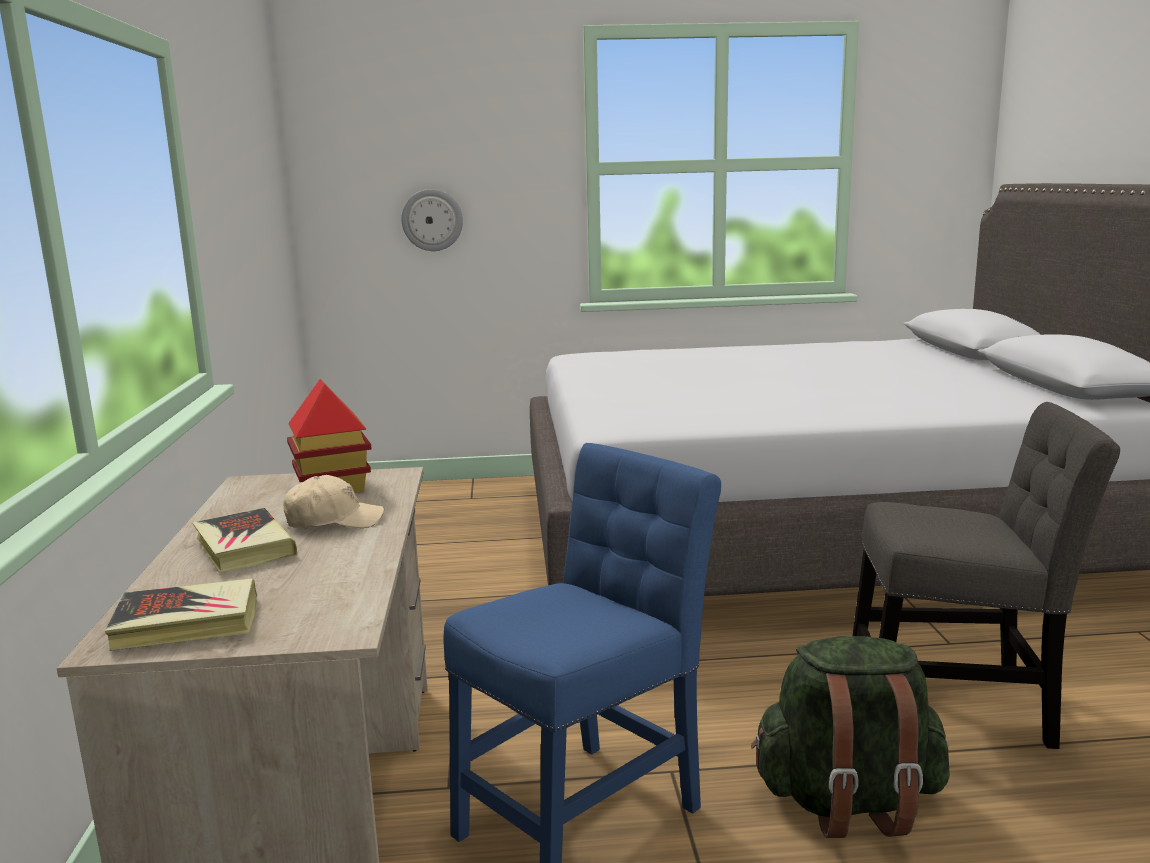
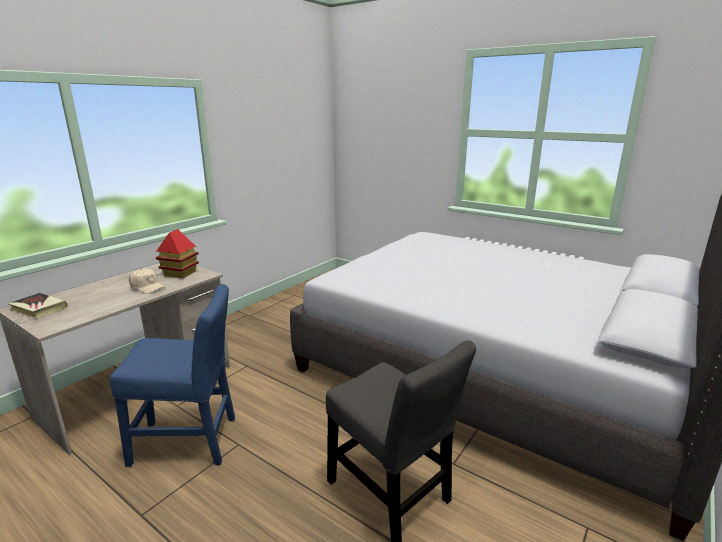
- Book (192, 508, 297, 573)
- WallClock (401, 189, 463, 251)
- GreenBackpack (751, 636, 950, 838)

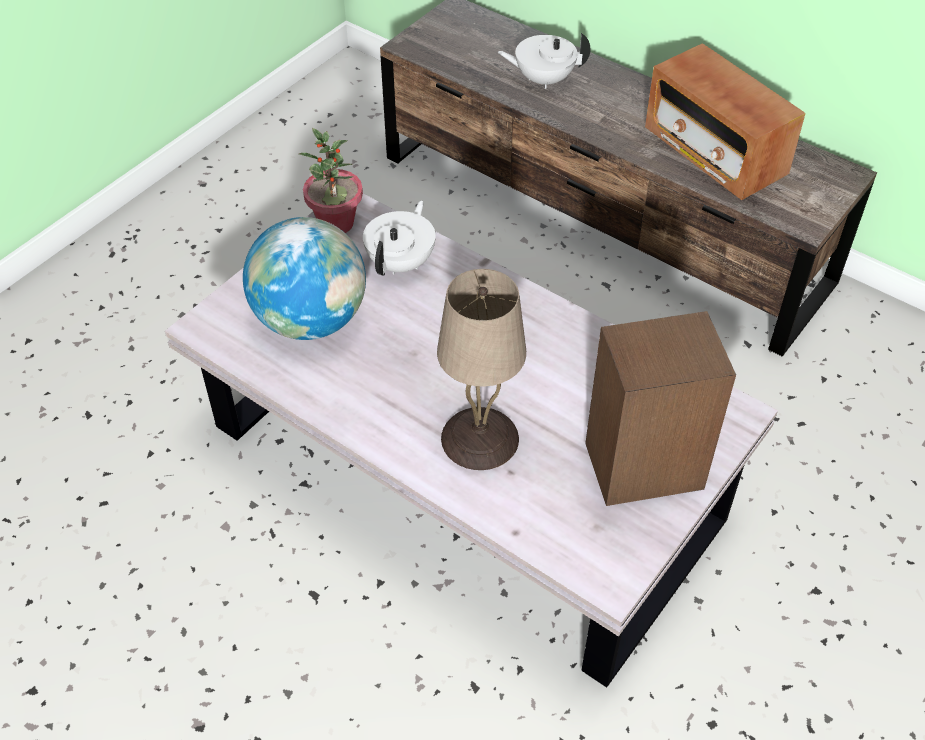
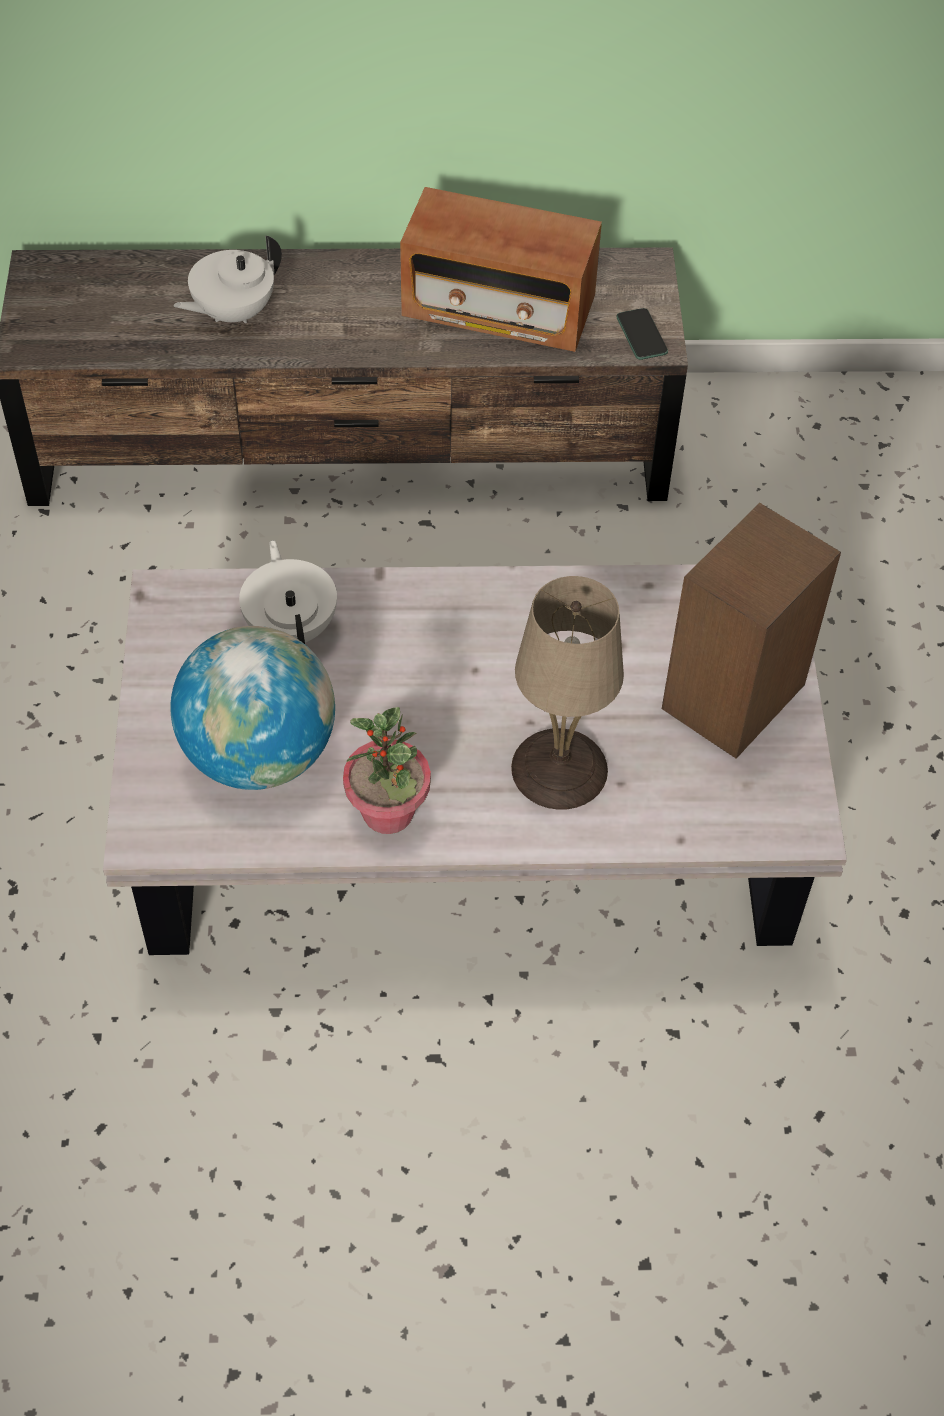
~ PottedPlant (299, 128, 363, 233) to (343, 707, 431, 834)
+ Phone (616, 308, 668, 360)

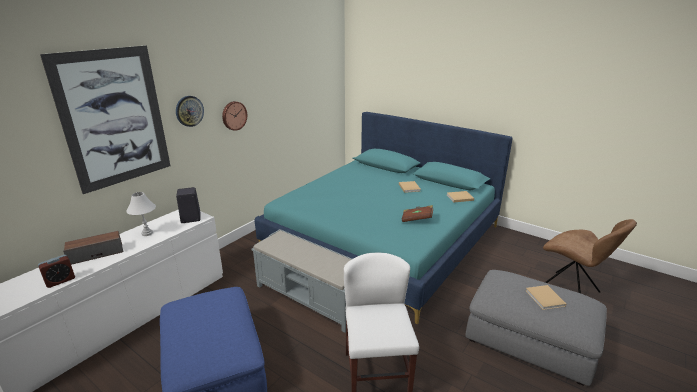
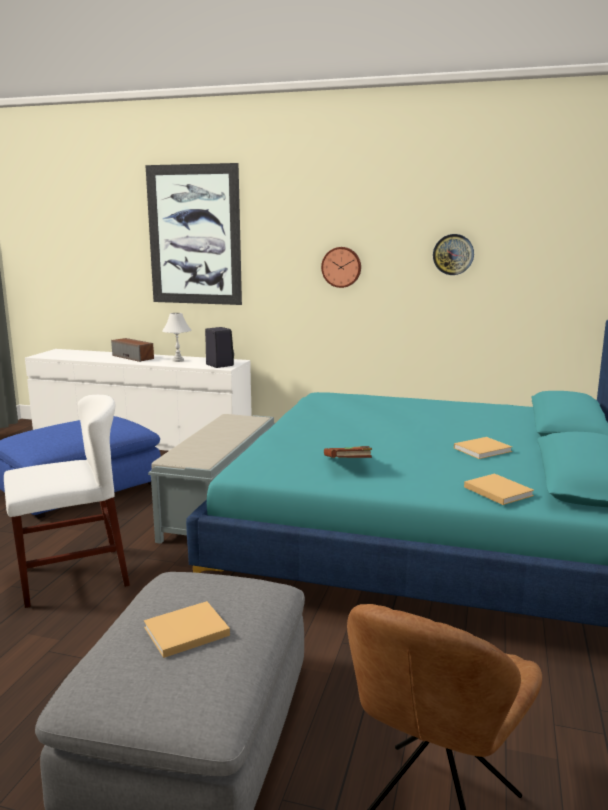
~ WallClock (176, 96, 204, 127) to (433, 234, 474, 275)
- AlarmClock (38, 255, 75, 288)

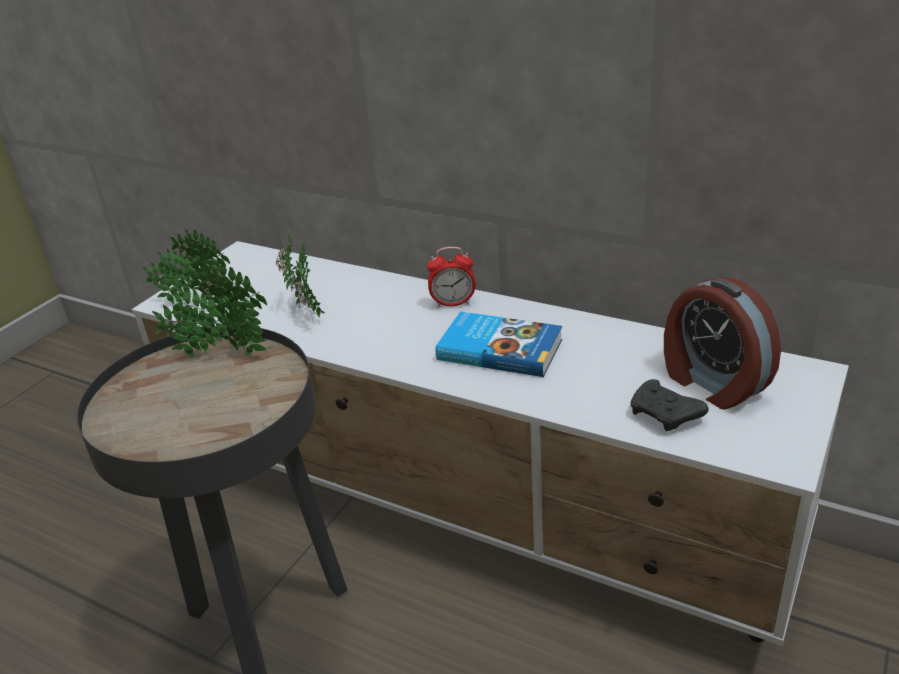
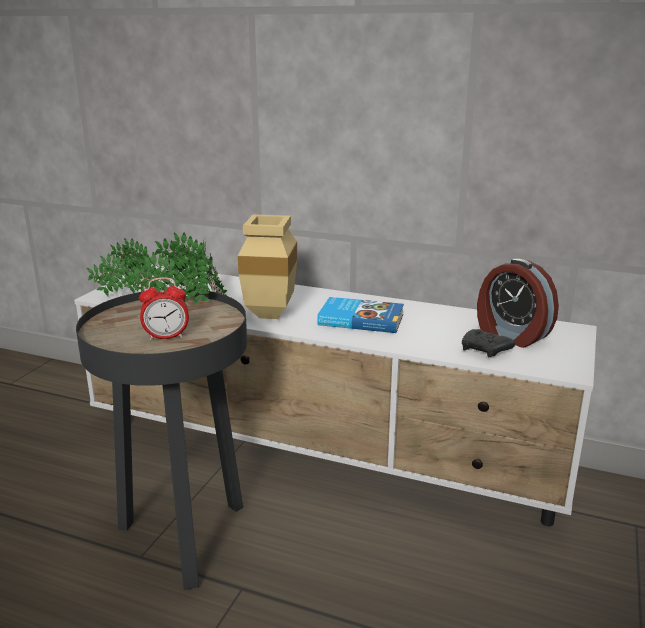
~ AlarmClock (427, 247, 476, 308) to (139, 277, 189, 340)
+ BeigeVase (238, 214, 297, 319)

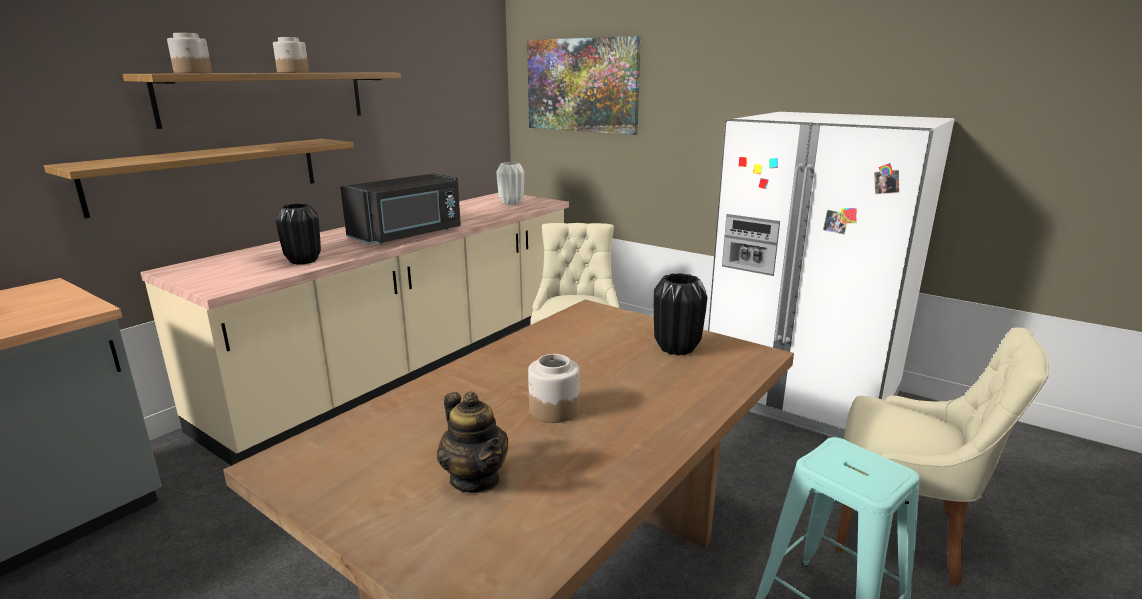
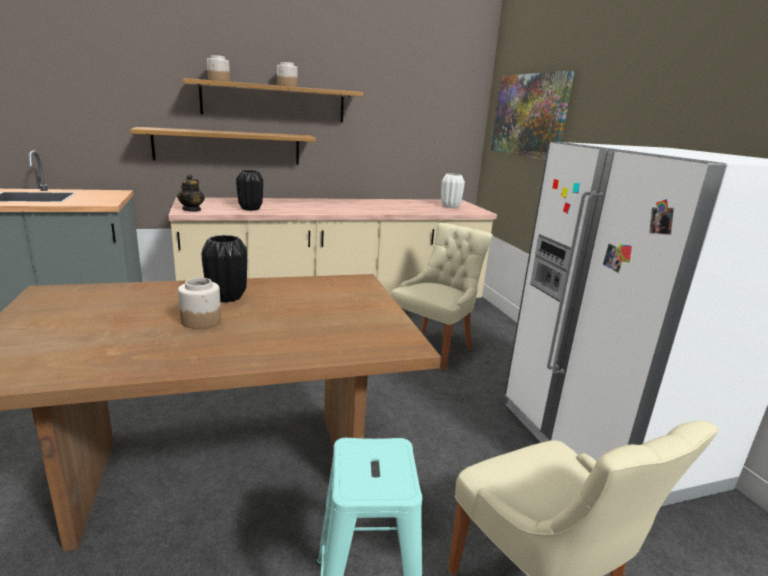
~ Teapot (437, 392, 509, 493) to (177, 174, 205, 212)
~ BlackVase (654, 273, 707, 355) to (201, 235, 247, 303)
- BlackMicrowave (340, 174, 461, 245)

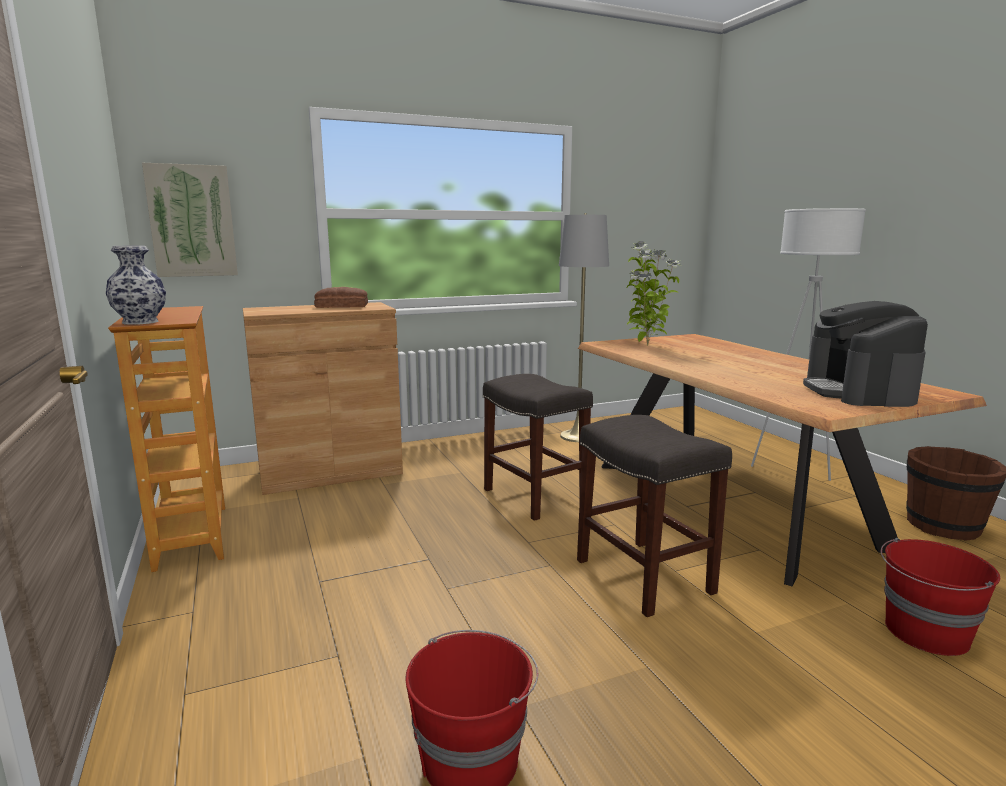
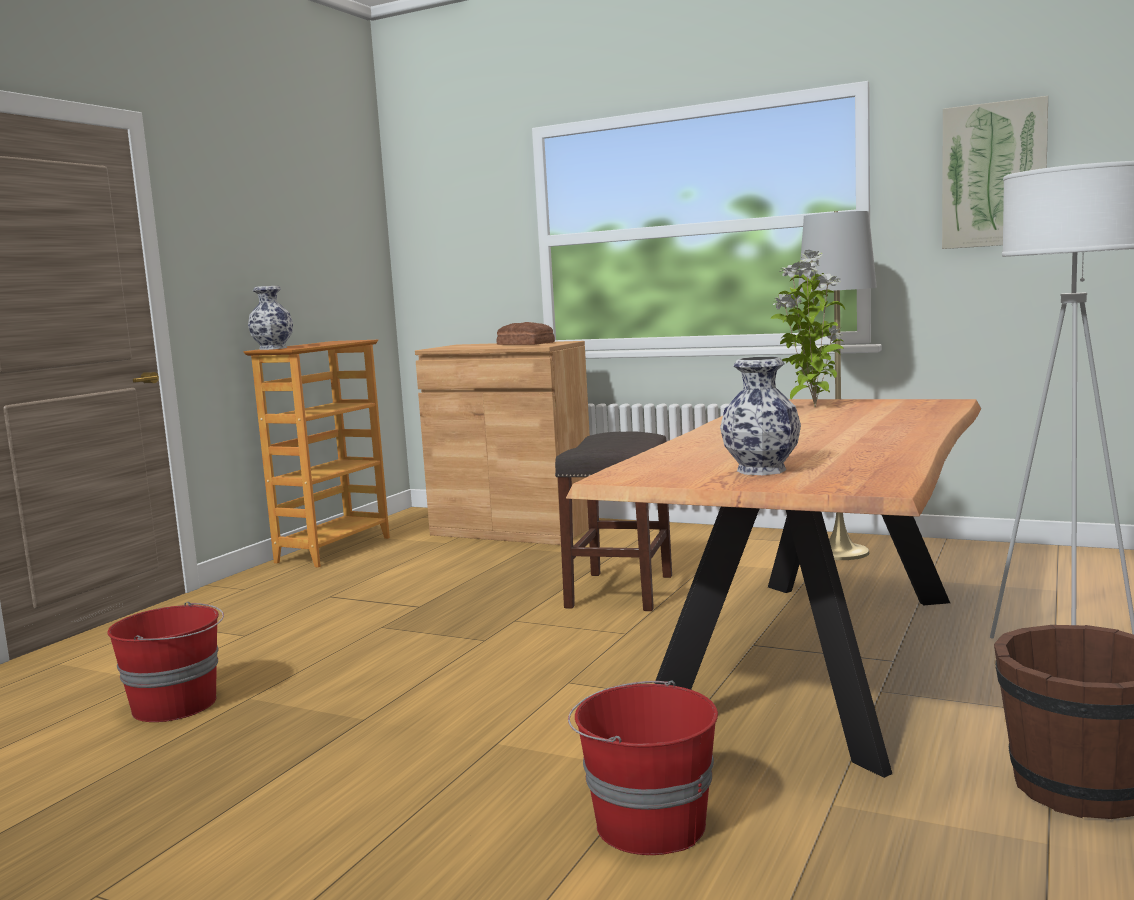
~ CoffeeMachine (803, 301, 928, 407) to Vase (720, 357, 801, 475)
~ Picture (142, 163, 238, 277) to (942, 96, 1048, 249)
- GreyStool (577, 415, 732, 617)

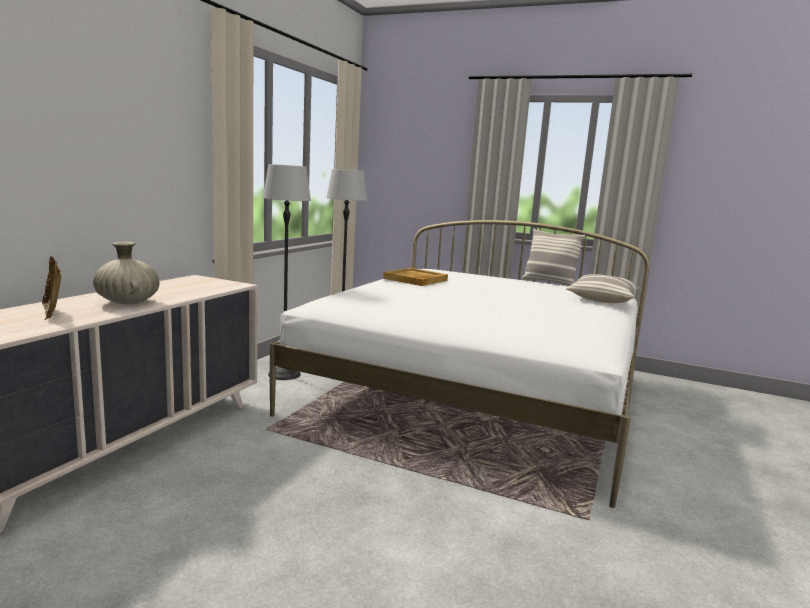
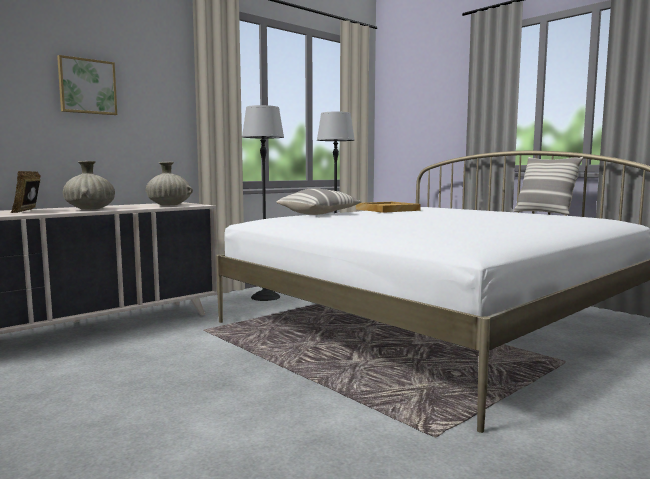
+ Picture (57, 55, 117, 115)
+ BeigeVase (145, 162, 193, 205)
~ Pillow (566, 274, 639, 303) to (277, 188, 362, 215)

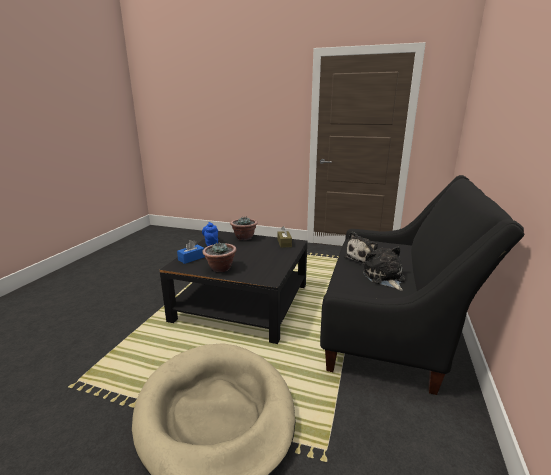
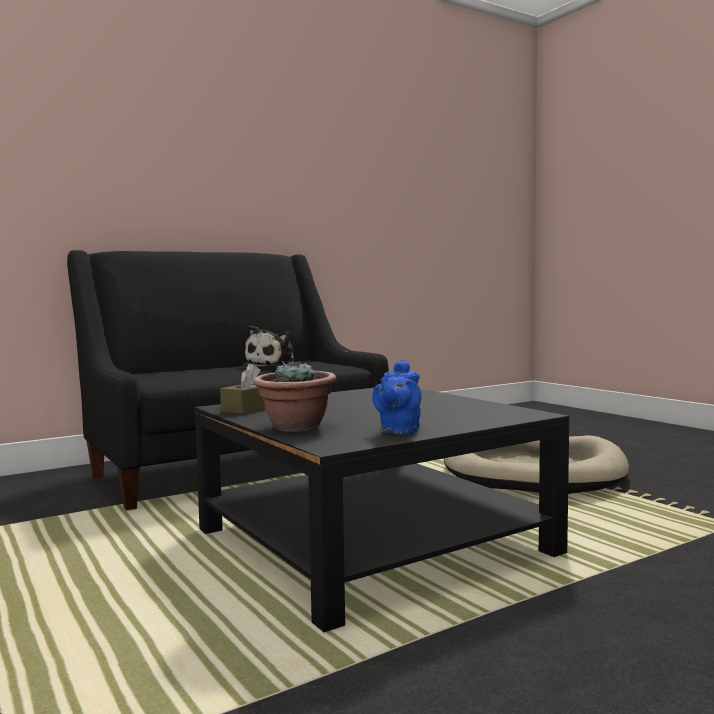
- BlueTissueBox (177, 240, 205, 264)
- PottedPlant (202, 242, 237, 272)
- PlushToy (344, 231, 378, 265)

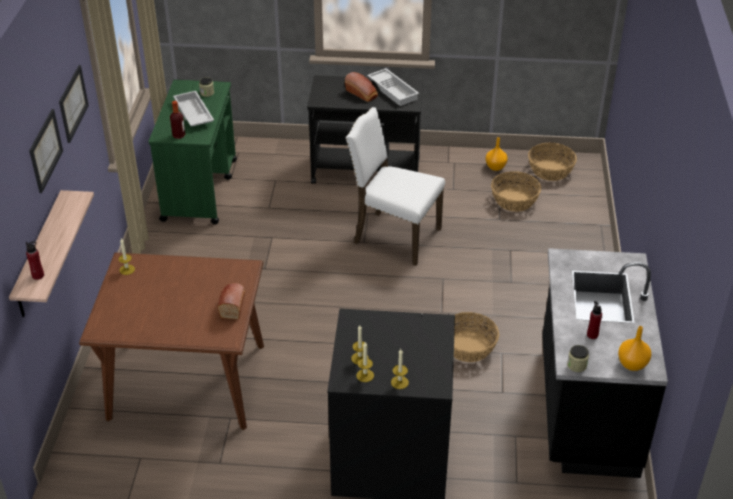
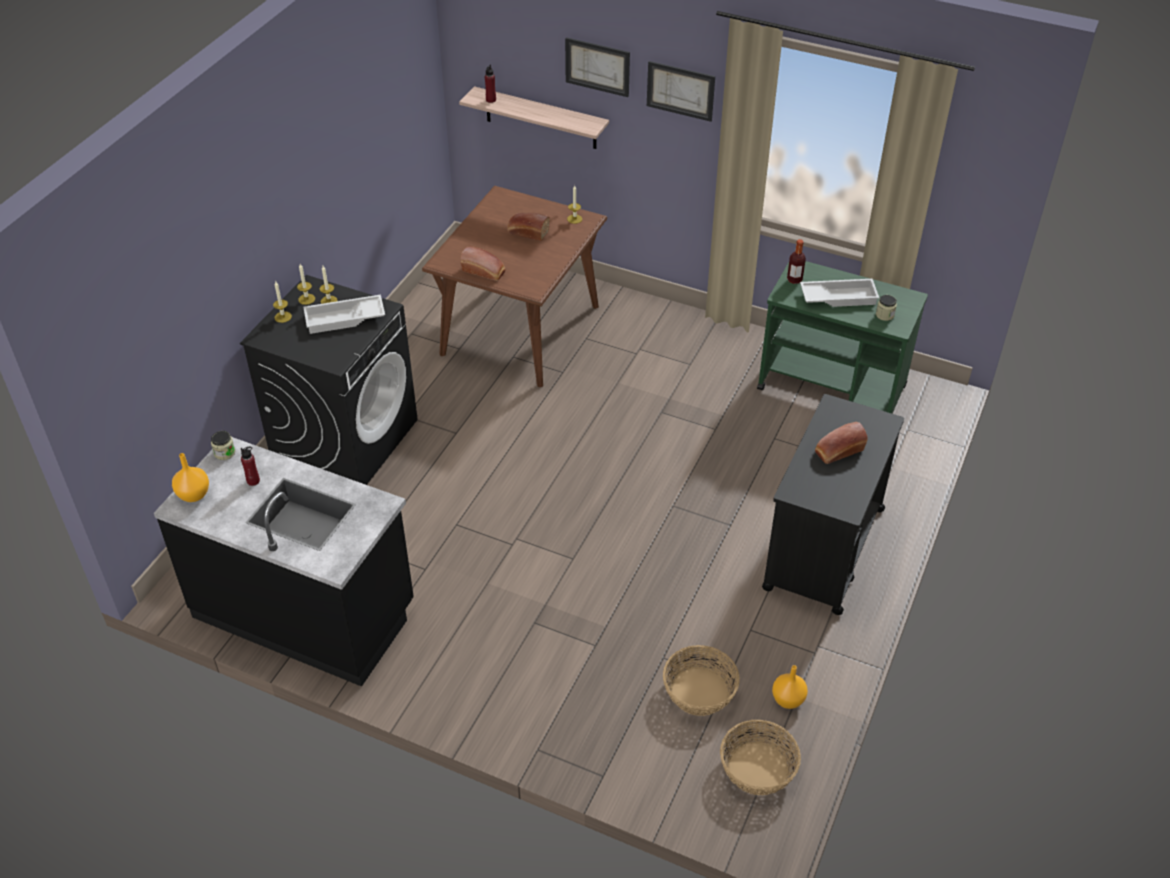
~ WhiteTray (367, 68, 419, 106) to (303, 295, 385, 334)
+ Bread (507, 212, 550, 241)
- WhiteChair (345, 107, 445, 266)
- Basket (454, 312, 499, 362)

